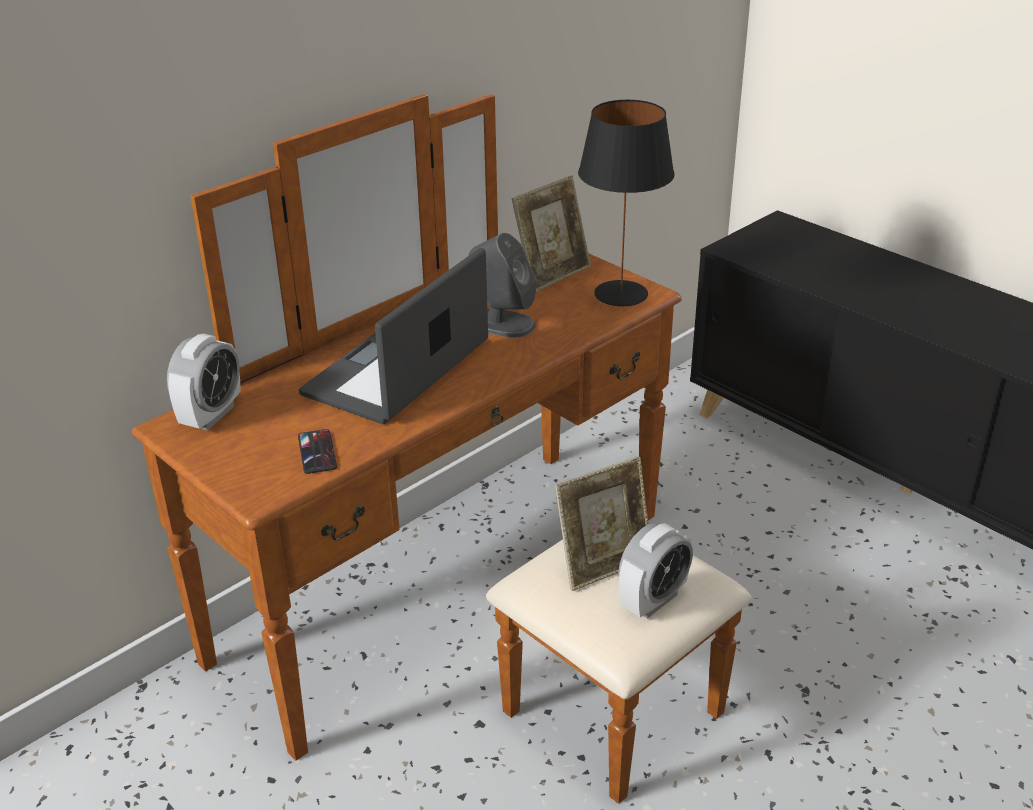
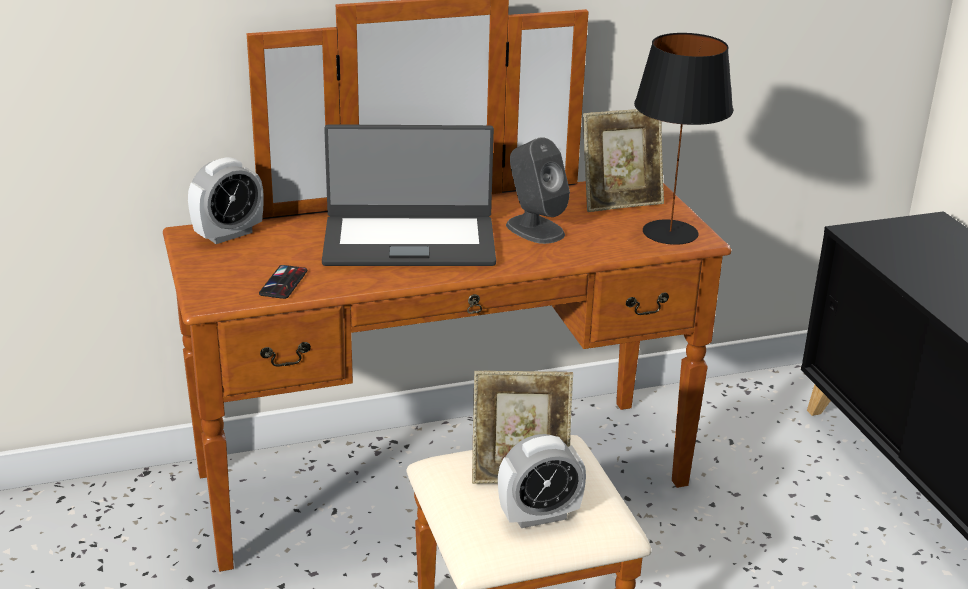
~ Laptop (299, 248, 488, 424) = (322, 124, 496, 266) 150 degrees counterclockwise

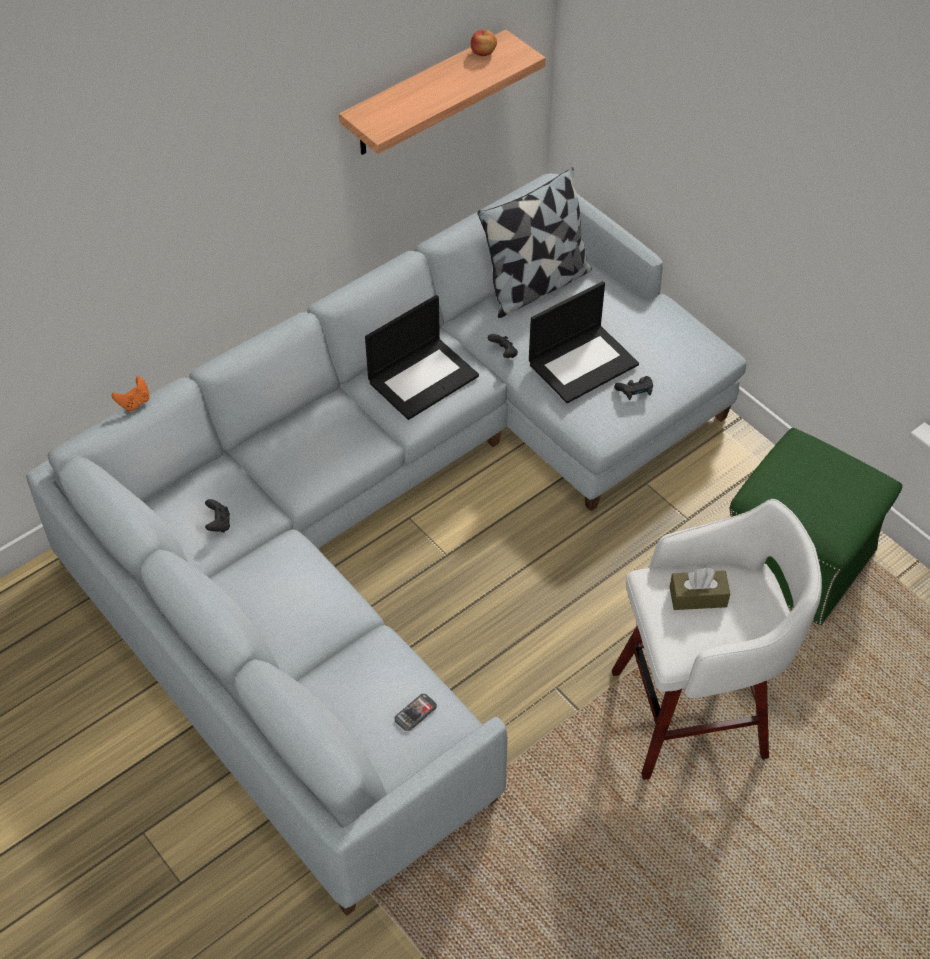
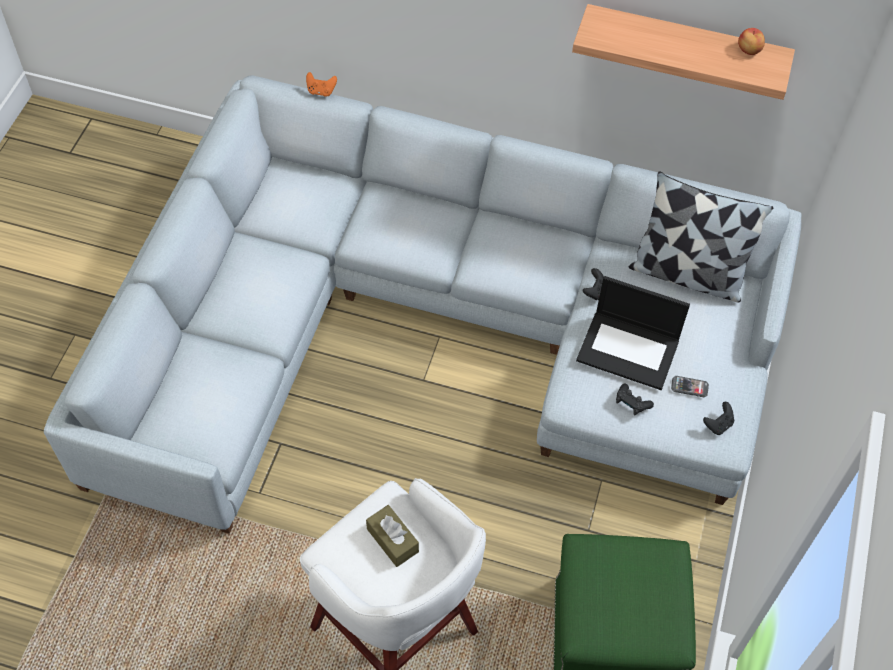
~ Phone (394, 694, 437, 731) to (671, 376, 709, 397)
~ BlackGameController (205, 499, 230, 532) to (703, 402, 734, 435)
- Laptop (365, 295, 479, 420)

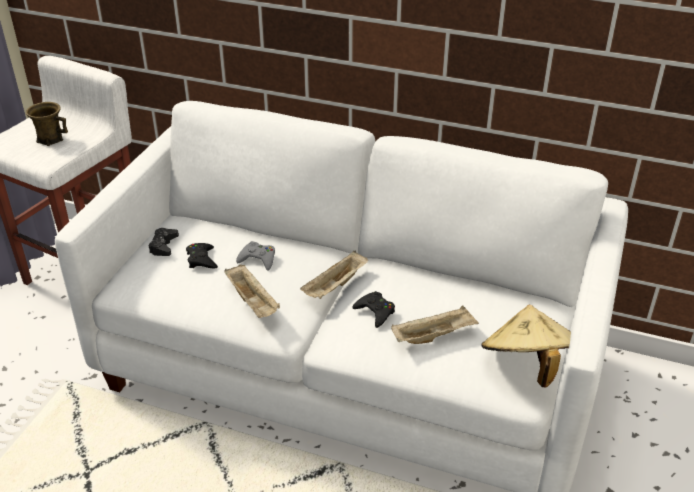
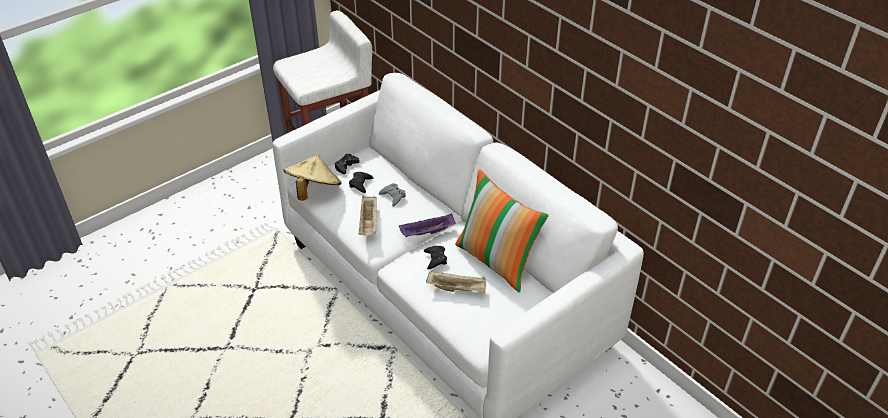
~ BeigeHat (481, 305, 571, 388) to (283, 155, 341, 201)
~ BeigeTray (300, 251, 368, 299) to PurpleTray (399, 214, 456, 237)
+ Pillow (455, 169, 549, 293)
- BrownMug (26, 102, 68, 146)

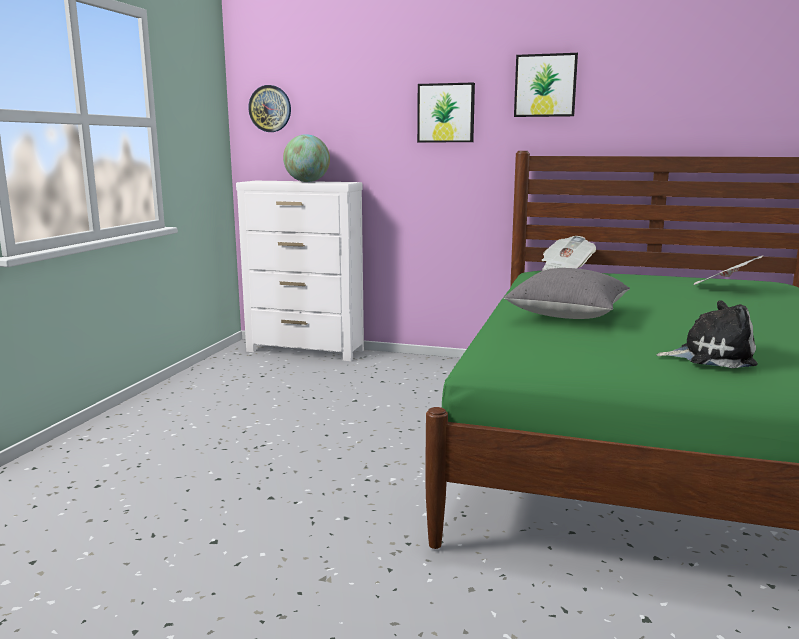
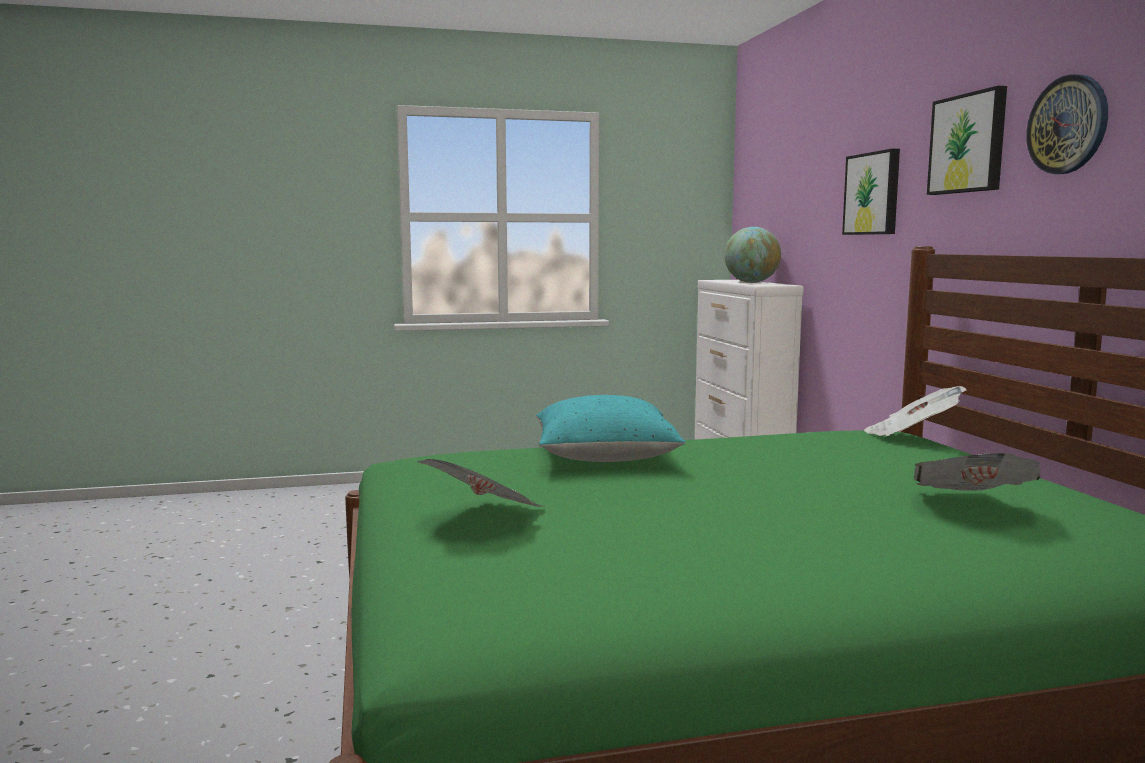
~ PlushToy (656, 300, 757, 368) to Newspaper (417, 459, 542, 507)
~ GreyPillow (503, 268, 630, 319) to TurquoisePillow (536, 395, 686, 462)
~ WallClock (248, 85, 291, 132) to (1026, 74, 1108, 174)

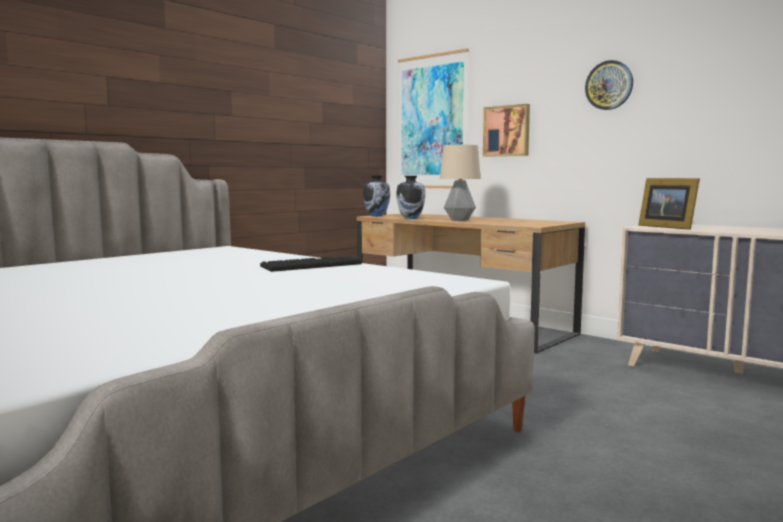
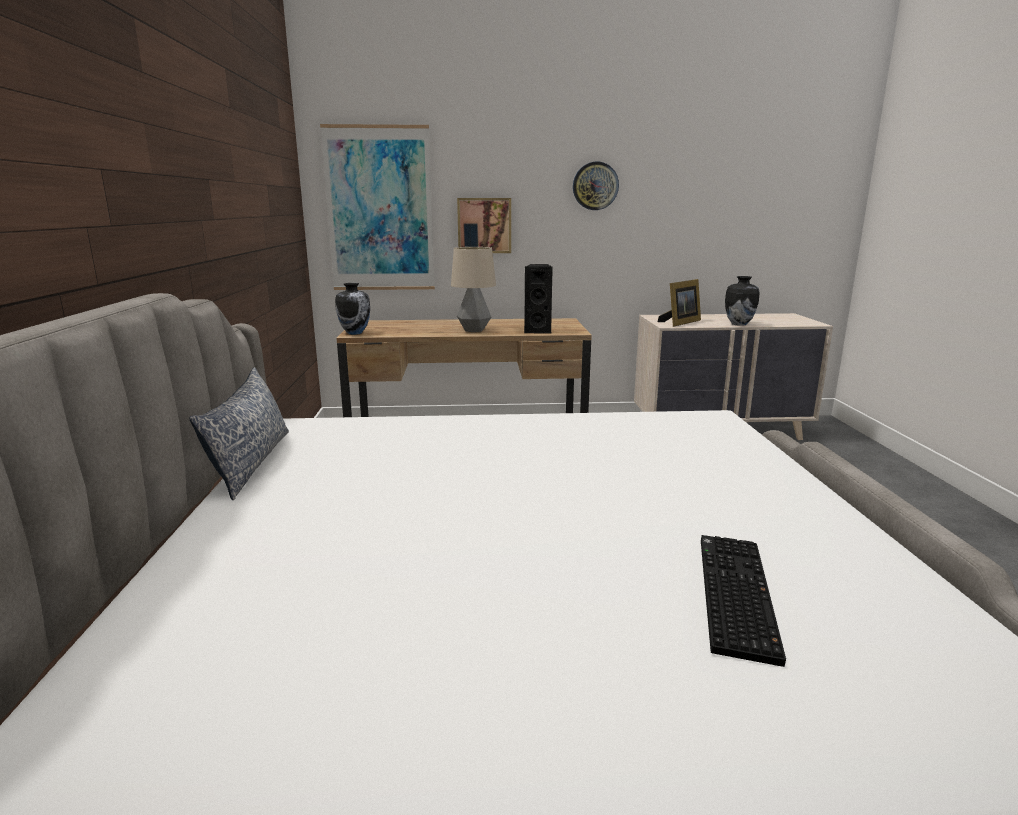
+ Pillow (190, 367, 289, 500)
+ BlackSpeaker (524, 264, 553, 334)
~ PictureFrame (638, 178, 700, 230) = (658, 279, 701, 327) 60 degrees counterclockwise
~ Keyboard (260, 256, 362, 272) to (701, 535, 786, 667)
~ Vase (396, 176, 425, 219) to (725, 276, 760, 326)

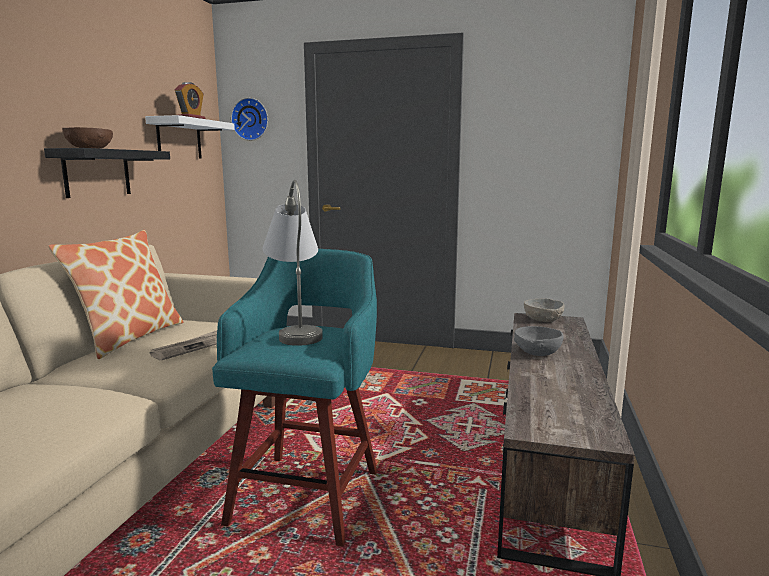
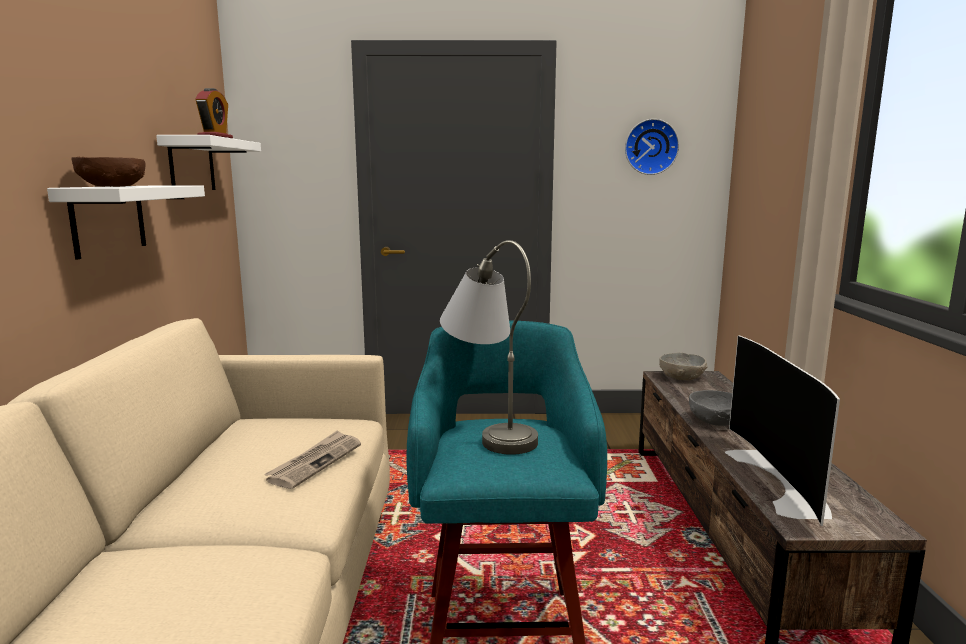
~ BlackShelf (44, 148, 170, 198) to WhiteShelf (47, 186, 205, 259)
~ WallClock (231, 98, 268, 141) to (625, 119, 679, 175)
+ Television (725, 335, 840, 526)
- Pillow (48, 230, 183, 359)

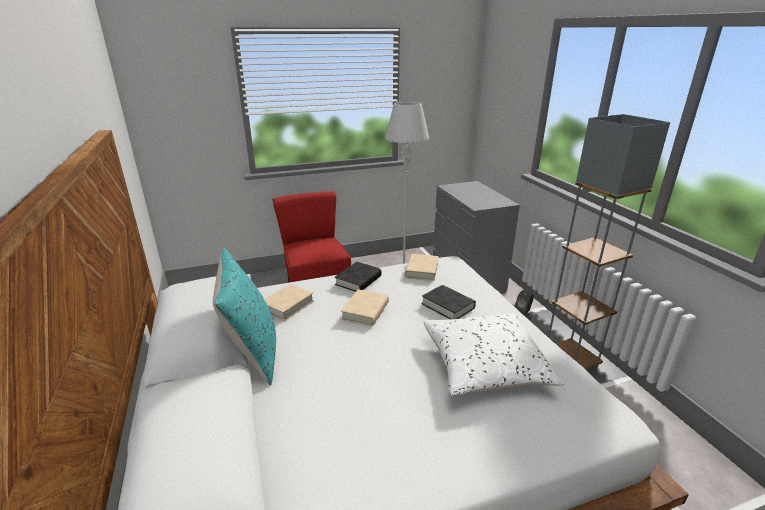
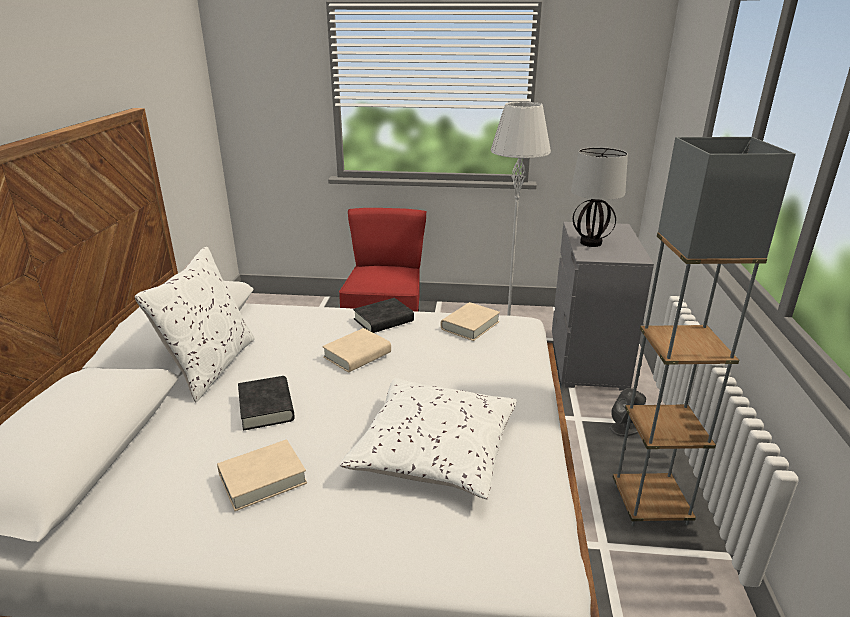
~ TurquoisePillow (213, 248, 276, 385) to WhitePillow (134, 247, 255, 403)
~ BeigeBook (264, 284, 314, 321) to (217, 439, 307, 511)
~ BlackBook (422, 285, 476, 319) to (238, 376, 295, 431)
+ TableLamp (571, 147, 628, 247)

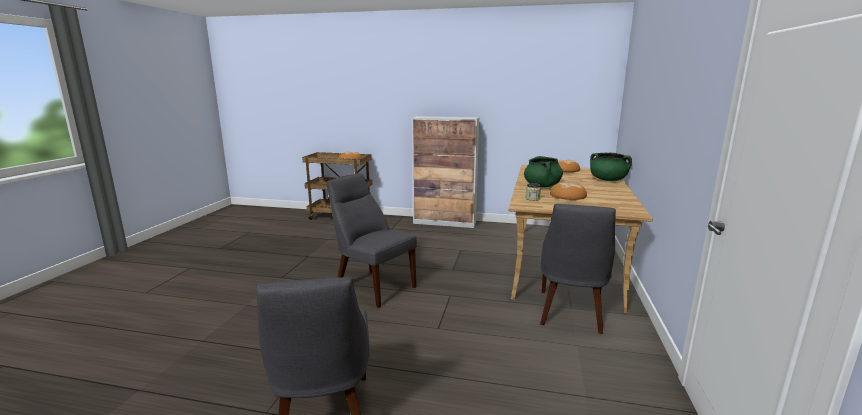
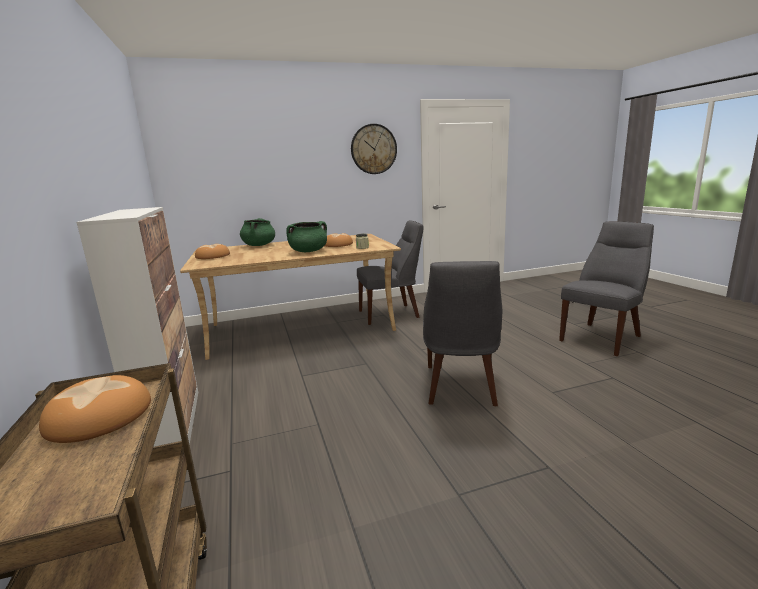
+ WallClock (351, 124, 397, 174)

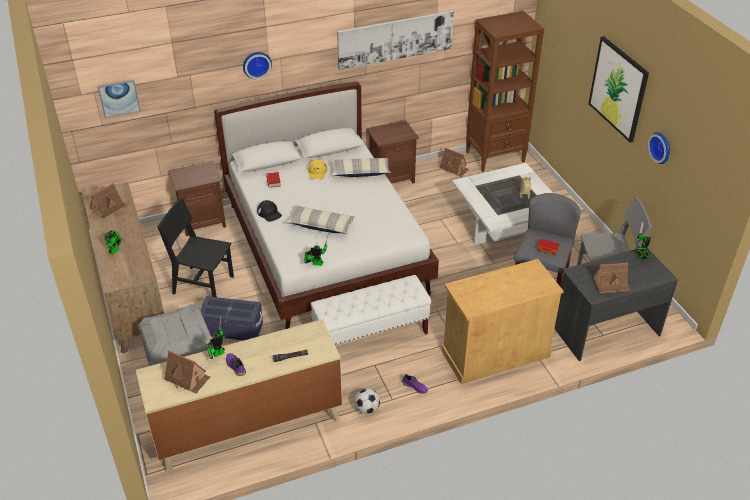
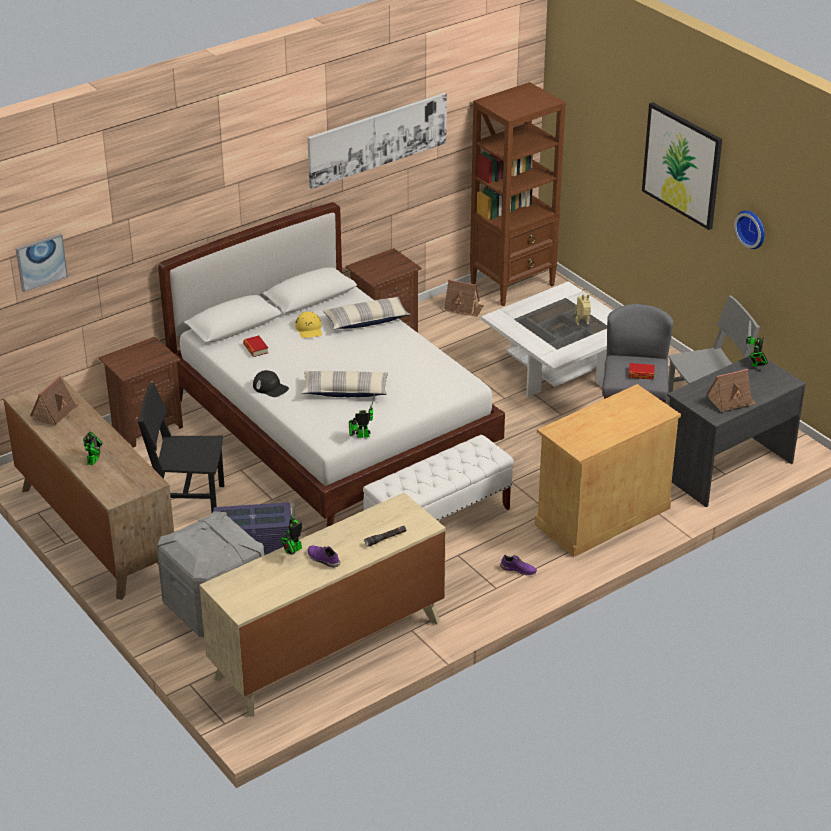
- ToyHouse (164, 350, 210, 394)
- WallClock (243, 52, 272, 79)
- Football (355, 388, 380, 414)

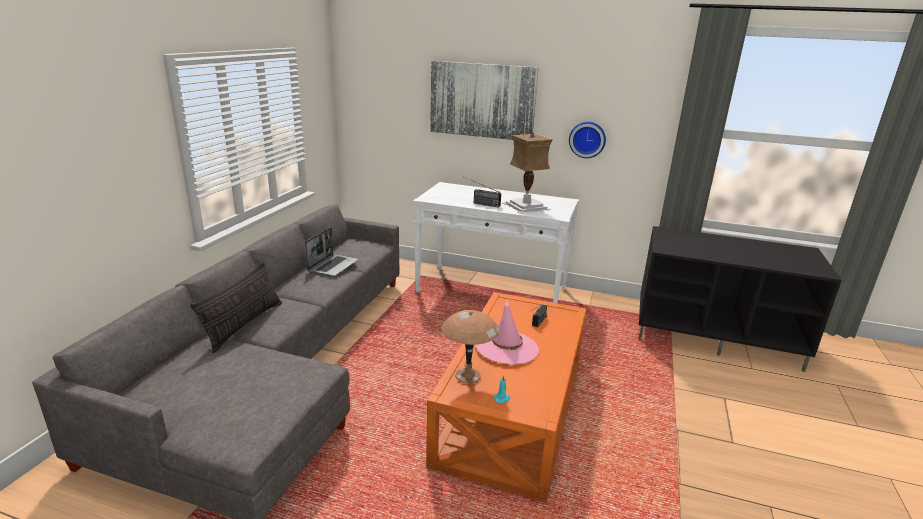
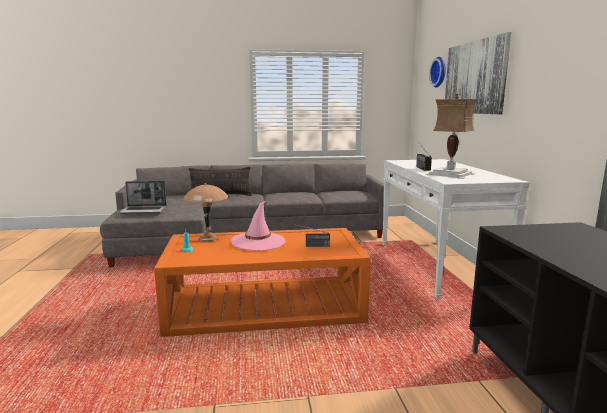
~ Laptop (305, 227, 359, 277) to (119, 181, 166, 214)
~ WallClock (569, 122, 606, 158) to (429, 57, 446, 88)

